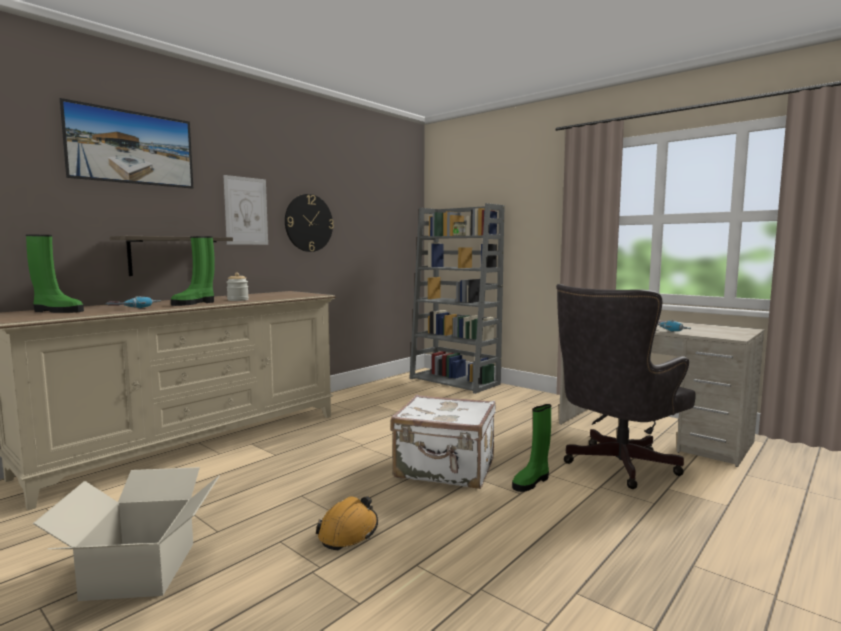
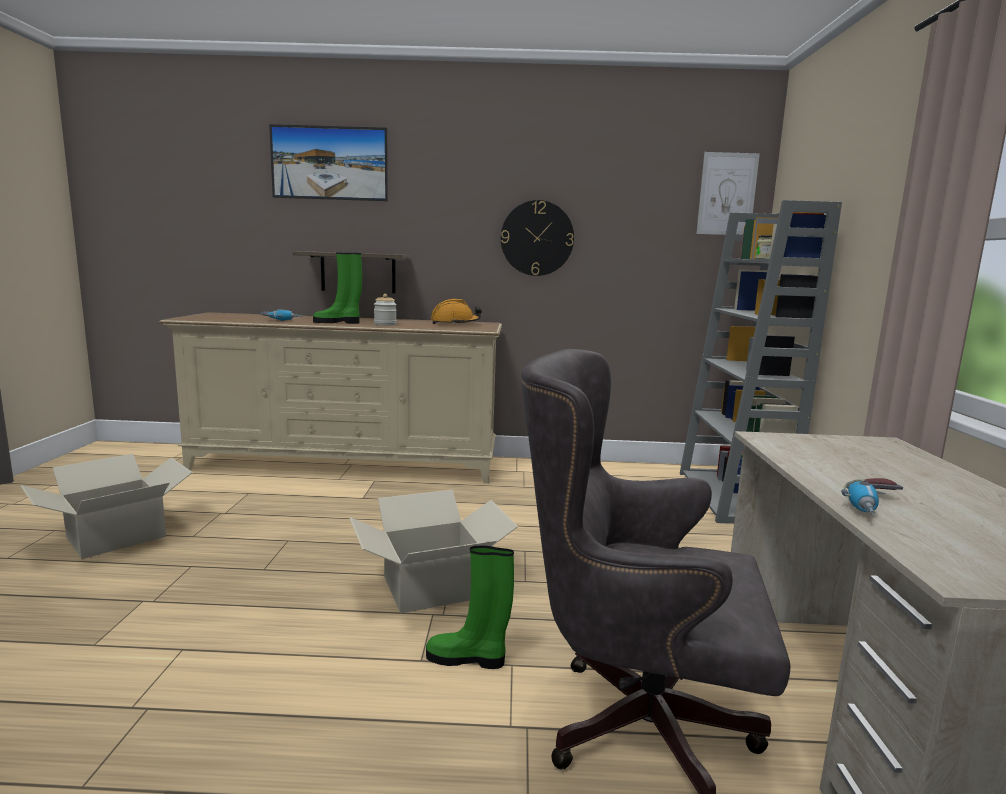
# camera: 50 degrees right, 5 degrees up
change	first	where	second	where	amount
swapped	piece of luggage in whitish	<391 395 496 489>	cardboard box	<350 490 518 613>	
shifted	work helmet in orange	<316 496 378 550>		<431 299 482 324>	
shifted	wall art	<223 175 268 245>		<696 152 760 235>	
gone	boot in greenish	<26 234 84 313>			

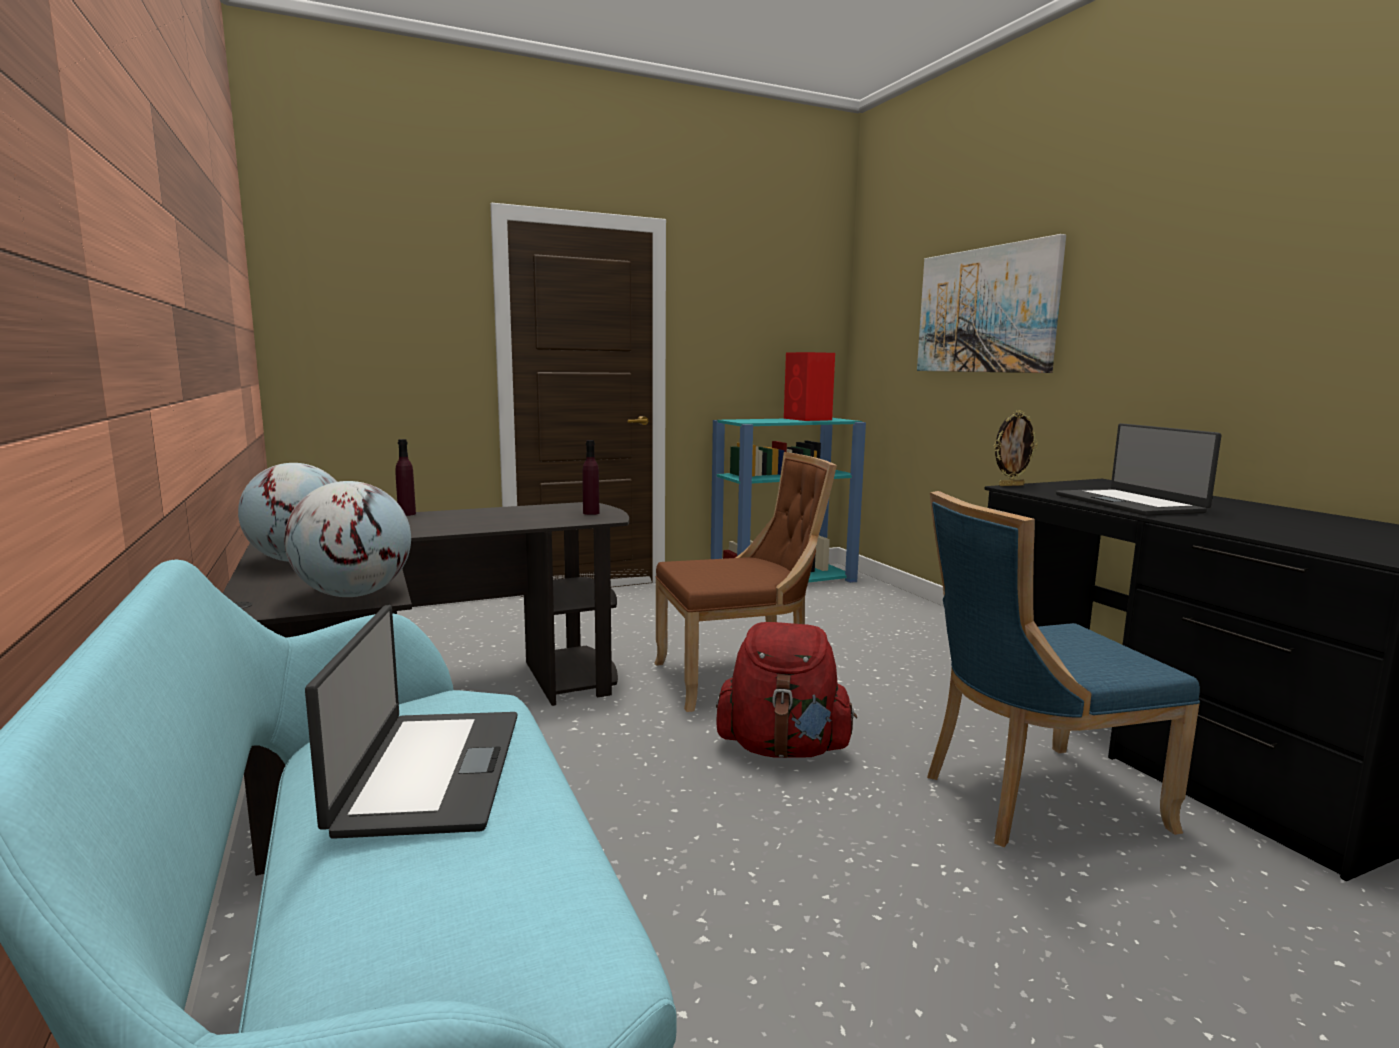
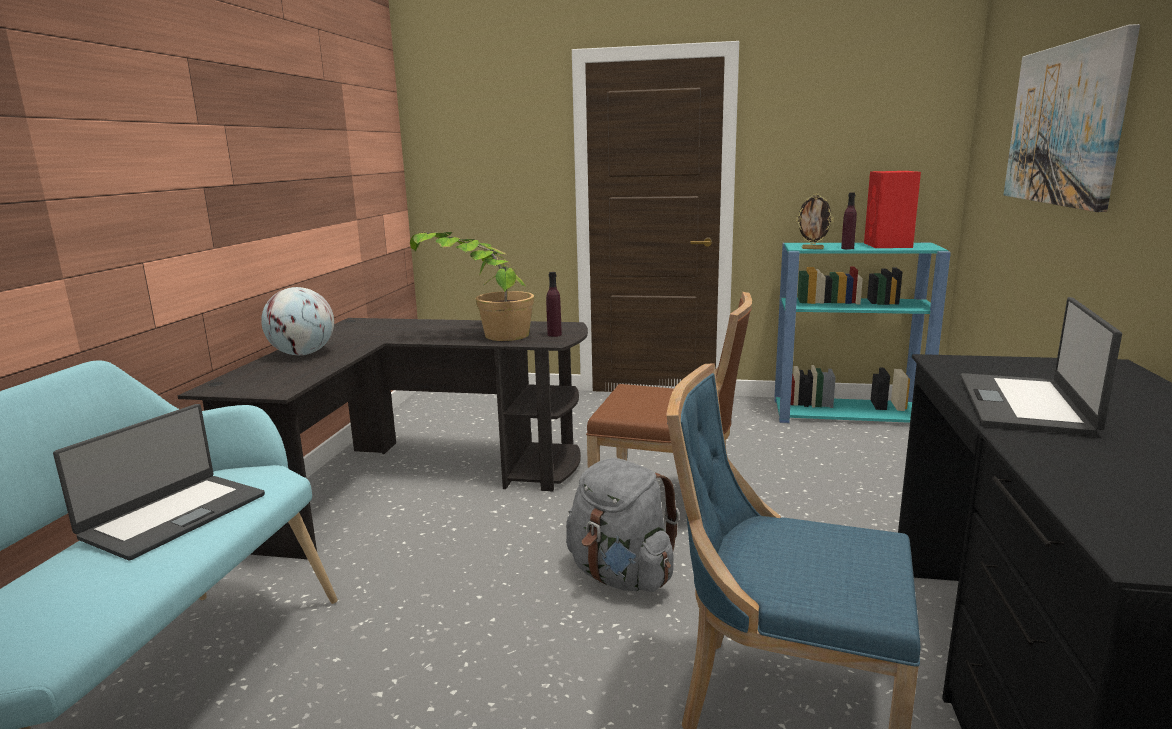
# camera: 35 degrees right, 5 degrees up
change	first	where	second	where	amount
new			houseplant	<410 232 534 341>	
repainted	backpack in red	<716 622 857 758>	backpack in greyish	<566 458 680 592>	
shifted	picture frame	<994 410 1038 486>		<796 193 834 249>	
shifted	beverage bottle in purple-coloured	<395 439 416 516>		<841 192 857 249>	
gone	globe	<284 481 411 597>			

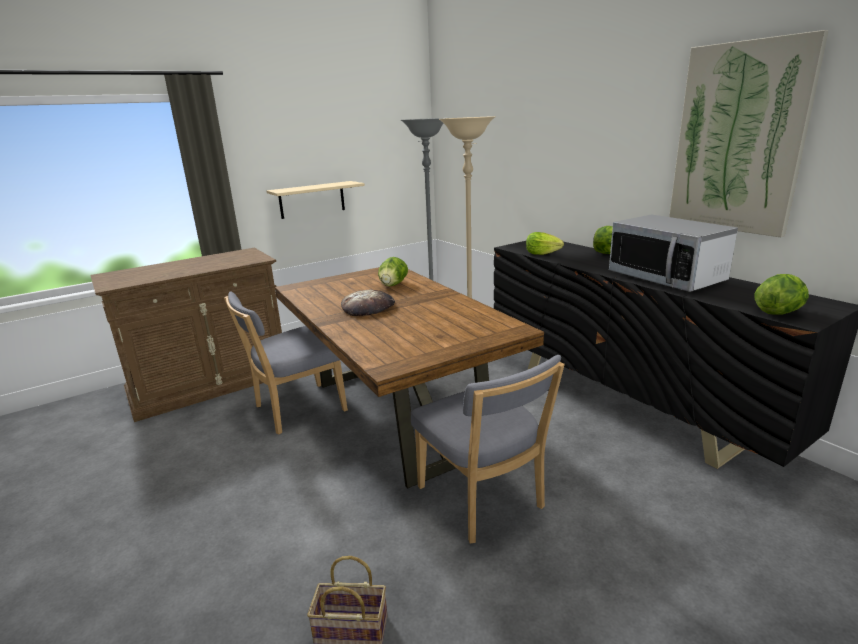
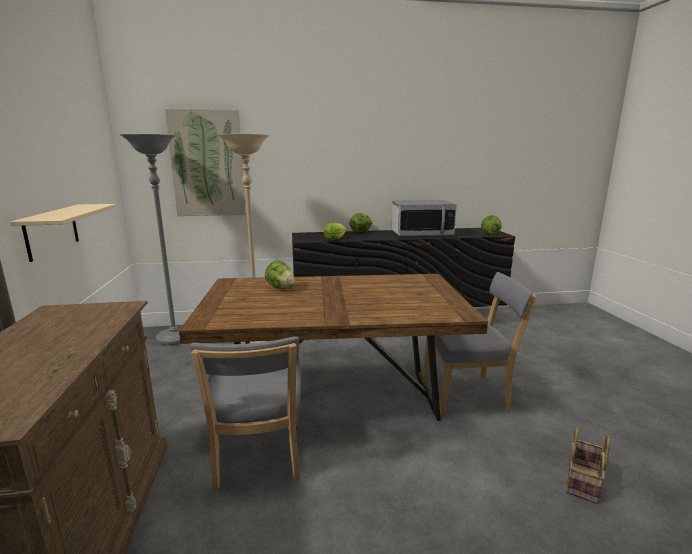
# camera: 65 degrees left, 5 degrees down
change	first	where	second	where	amount
shifted	wall art	<669 30 829 237>		<164 108 246 216>	
gone	bakery bread	<341 290 395 316>			

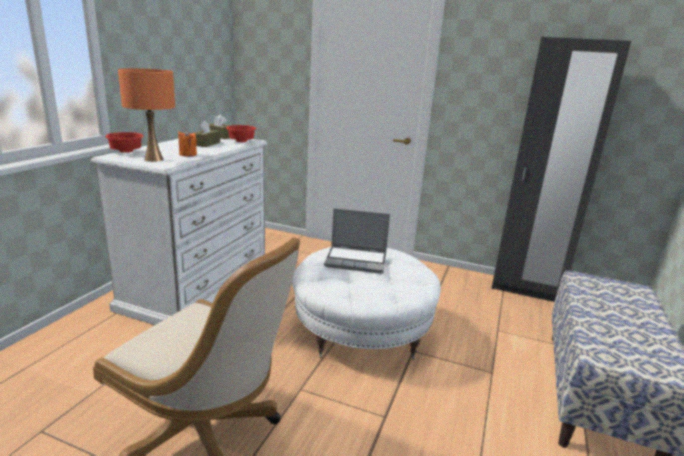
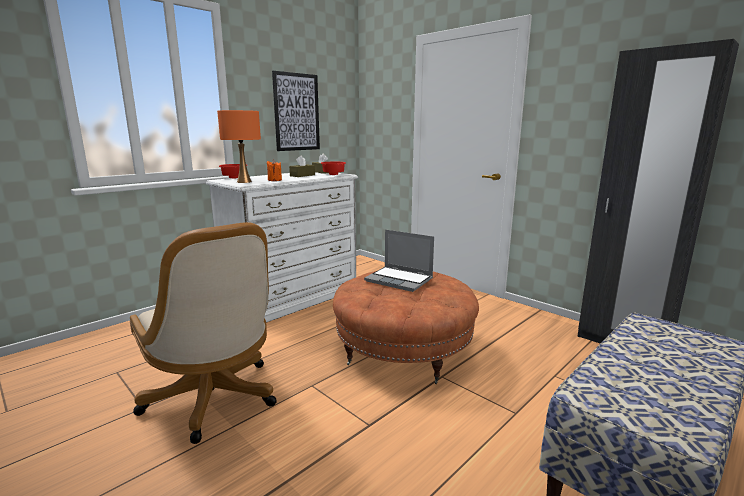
# camera: 25 degrees right, 5 degrees down
change	first	where	second	where	amount
new			wall art	<272 71 320 151>	
repainted	footrest in whitish	<292 247 441 360>	footrest in brownish	<333 271 479 384>	

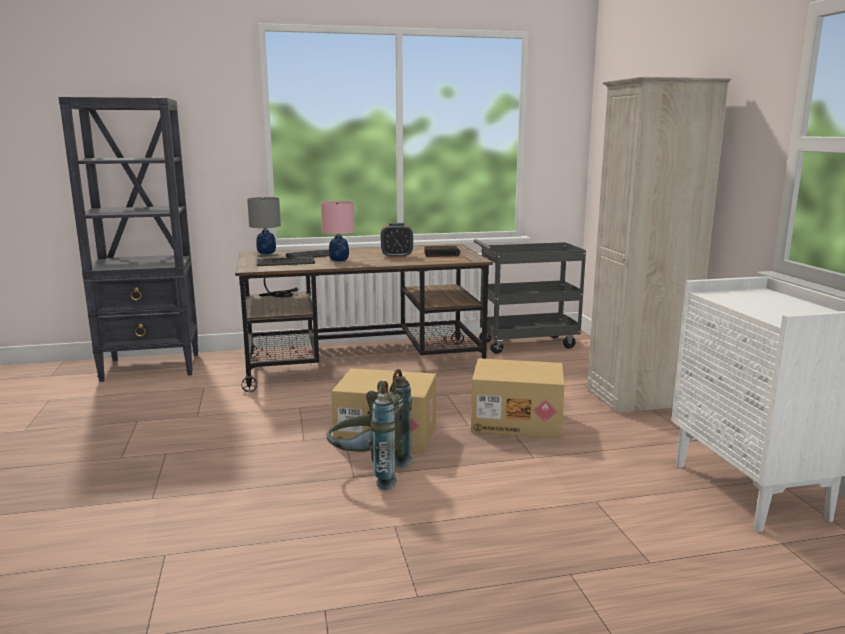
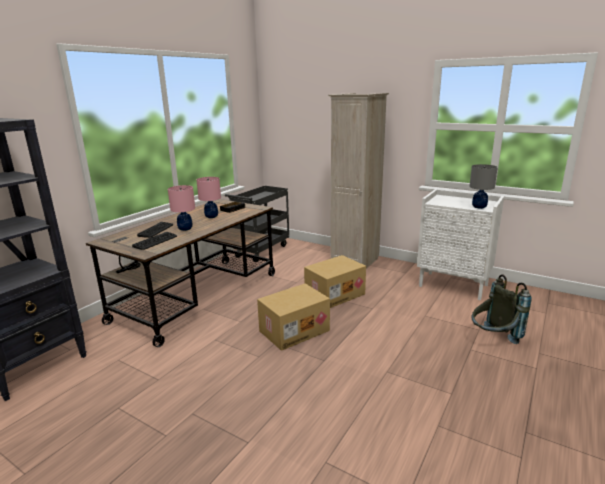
# camera: 45 degrees left, 5 degrees up
change	first	where	second	where	amount
swapped	bedside clock	<381 223 413 258>	tabletop lamp in pink	<197 177 221 218>	
shifted	tabletop lamp in greyish	<247 197 281 254>		<469 164 498 209>	
shifted	backpack in greyish	<326 369 412 490>		<472 275 532 344>	

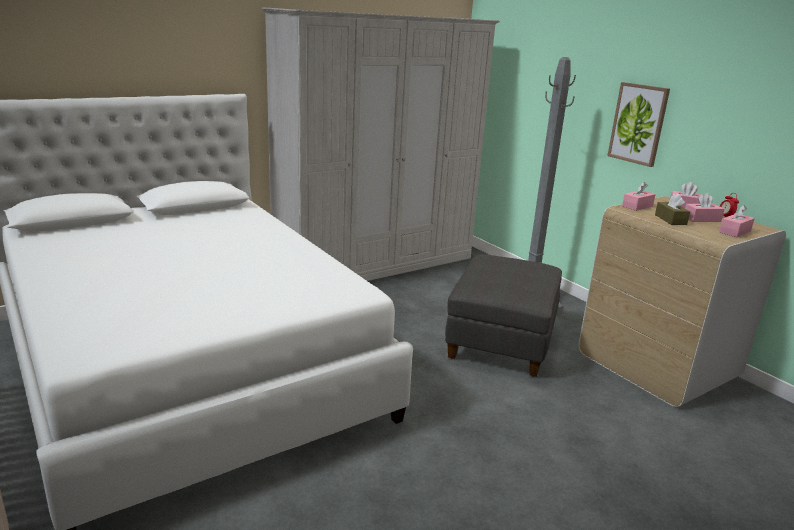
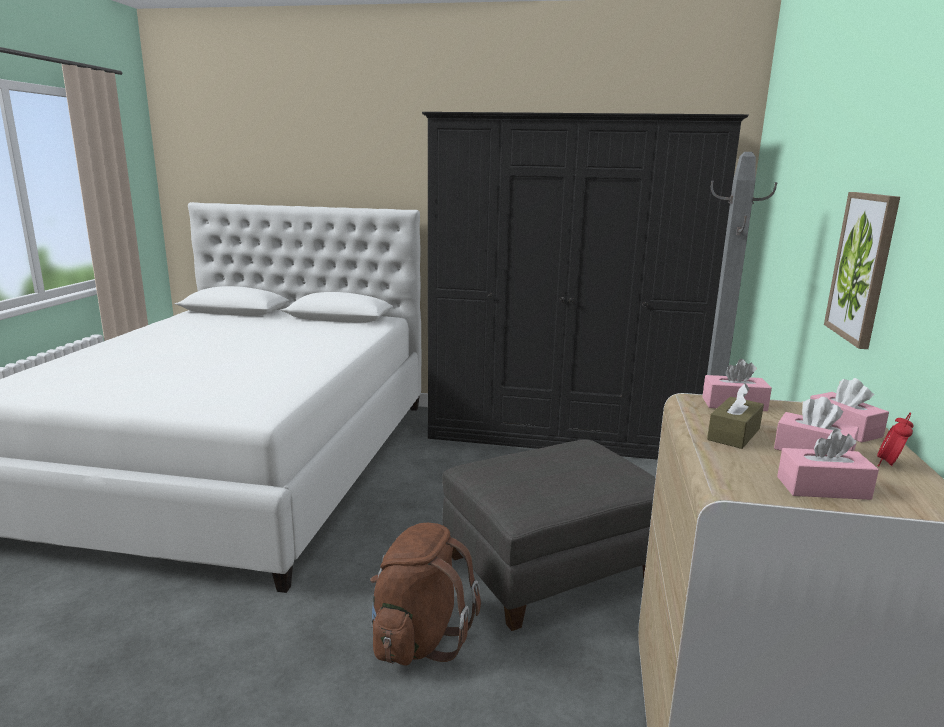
# camera: 45 degrees right, 5 degrees down
change	first	where	second	where	amount
new			backpack in brownish	<370 523 481 666>	
repainted	wardrobe in whitish	<261 7 500 281>	wardrobe in black-coloured	<422 112 749 460>	

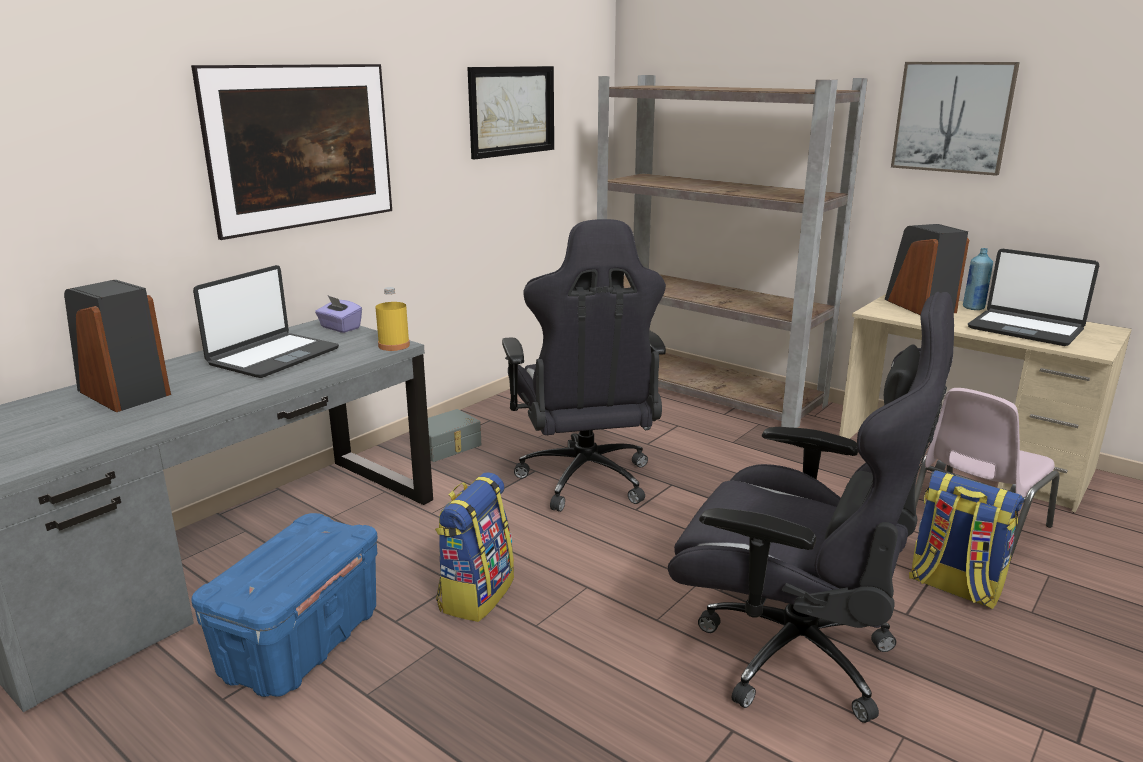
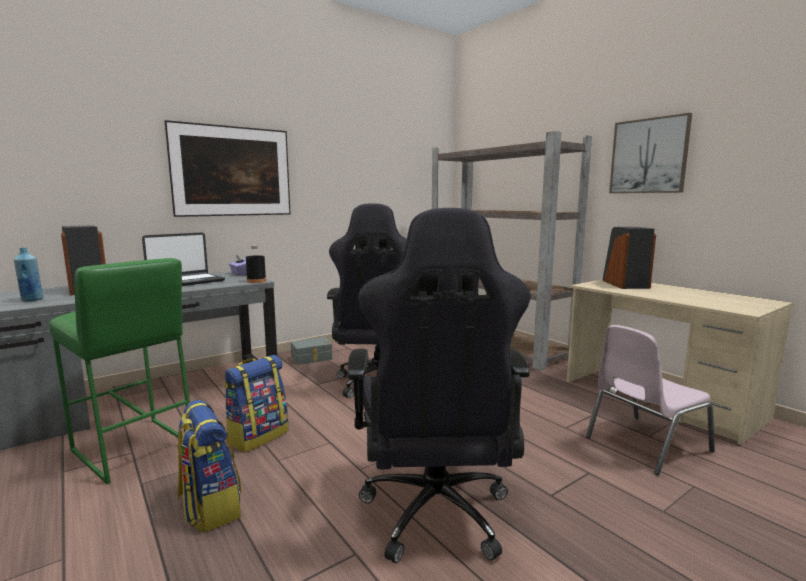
# camera: 15 degrees right, 10 degrees down
change	first	where	second	where	amount
shifted	beverage bottle in blue	<963 248 993 310>		<14 248 44 302>	
swapped	storage container in blue	<191 513 378 697>	sitting stool in greenish	<49 258 190 484>	
shifted	backpack	<909 470 1024 609>		<178 400 242 532>	
repainted	beverage bottle in yellow	<375 287 410 351>	beverage bottle in black-coloured	<246 245 266 283>	
rotated	desk chair in black-coloured	<668 292 954 723>		<348 208 531 563>	45 degrees clockwise
gone	wall art	<467 66 554 160>			
gone	portable computer	<968 249 1099 346>			

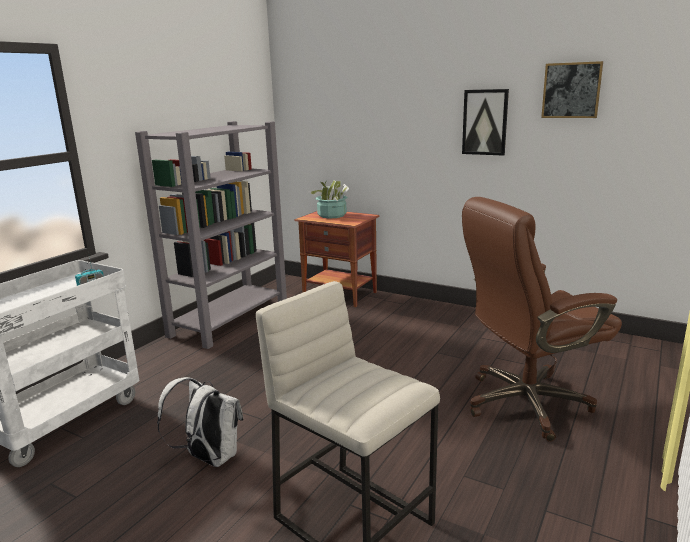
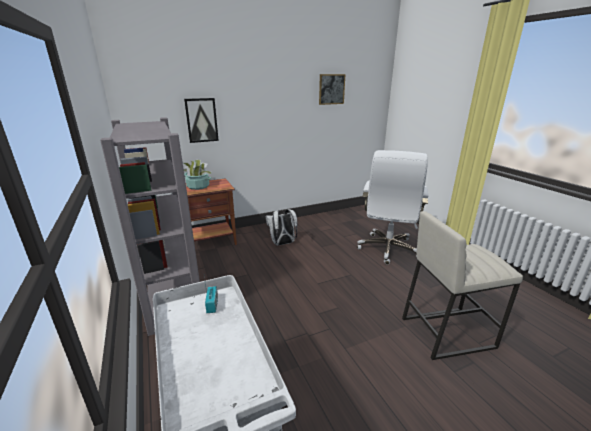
# camera: 55 degrees left, 5 degrees up
change	first	where	second	where	amount
shifted	wall art	<462 89 509 156>		<184 98 219 143>	
shifted	backpack in whitish	<157 377 243 467>		<266 209 298 246>	
repainted	desk chair in brownish	<462 197 622 442>	desk chair in whitish	<357 150 428 265>	

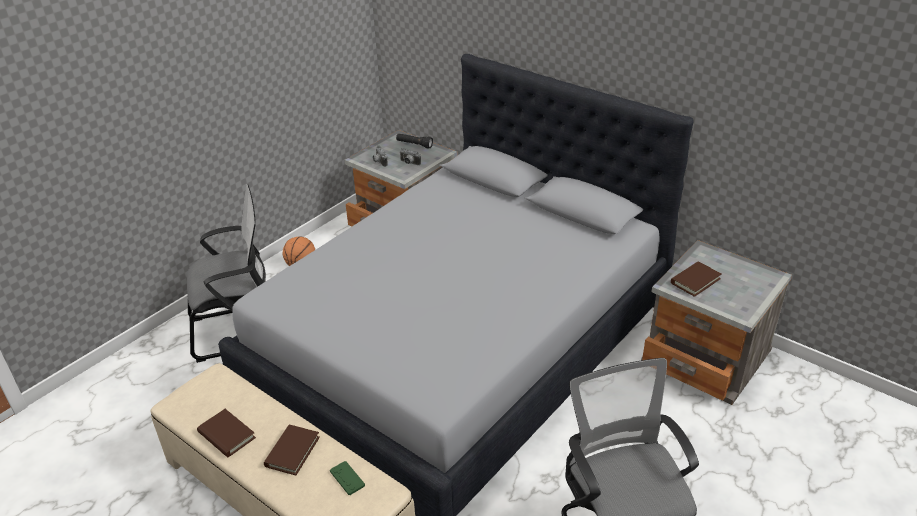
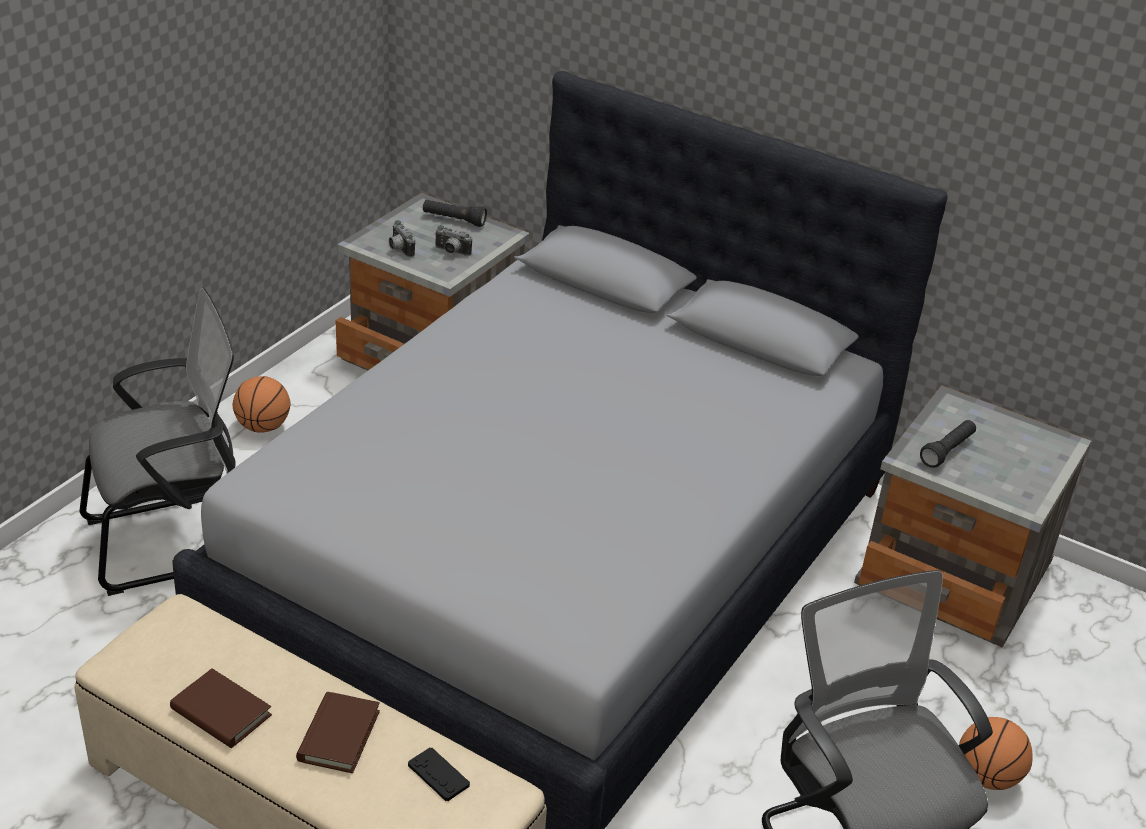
# camera: 10 degrees left, 0 degrees up
change	first	where	second	where	amount
repainted	joypad in greenish	<330 461 365 495>	joypad in black-coloured	<408 748 470 801>	
swapped	bound book in brownish	<671 261 721 297>	flashlight in black-coloured	<920 420 976 468>	
new			basketball ball	<959 717 1033 790>	

